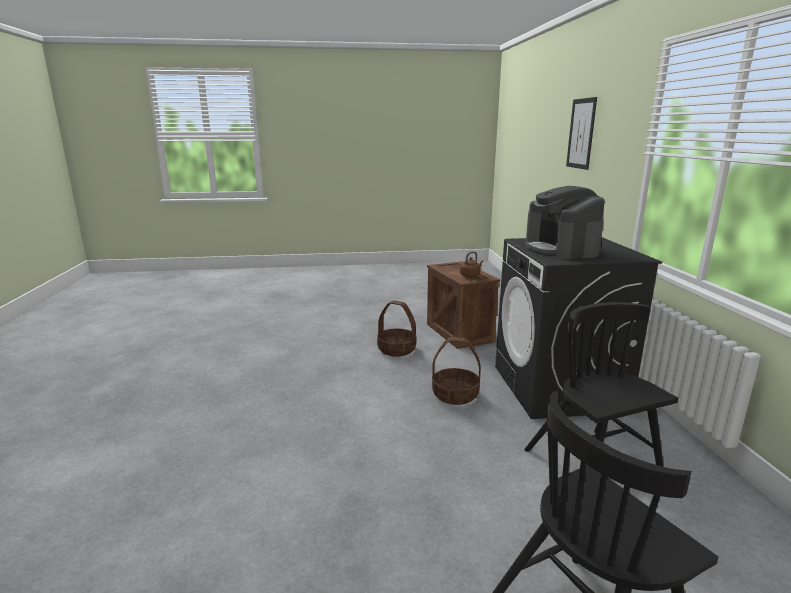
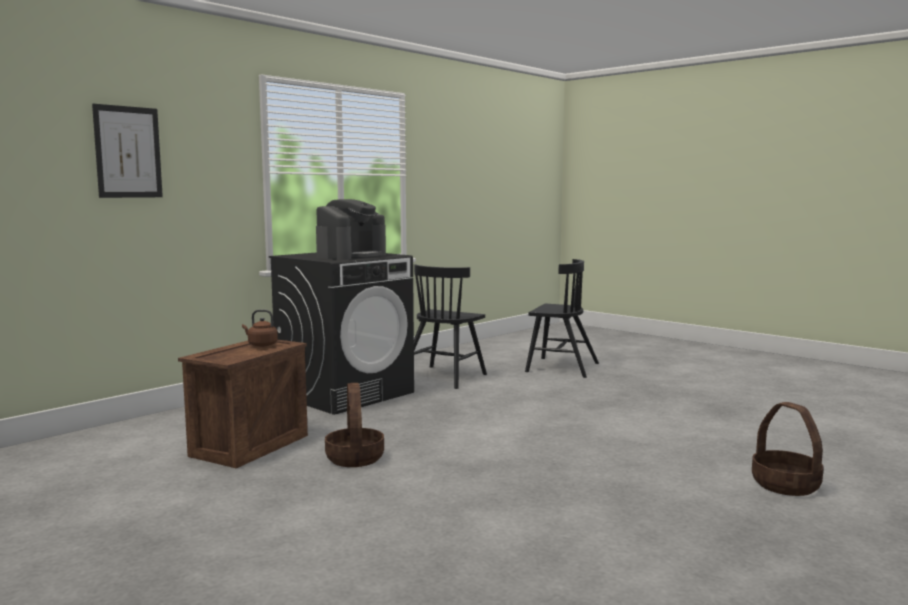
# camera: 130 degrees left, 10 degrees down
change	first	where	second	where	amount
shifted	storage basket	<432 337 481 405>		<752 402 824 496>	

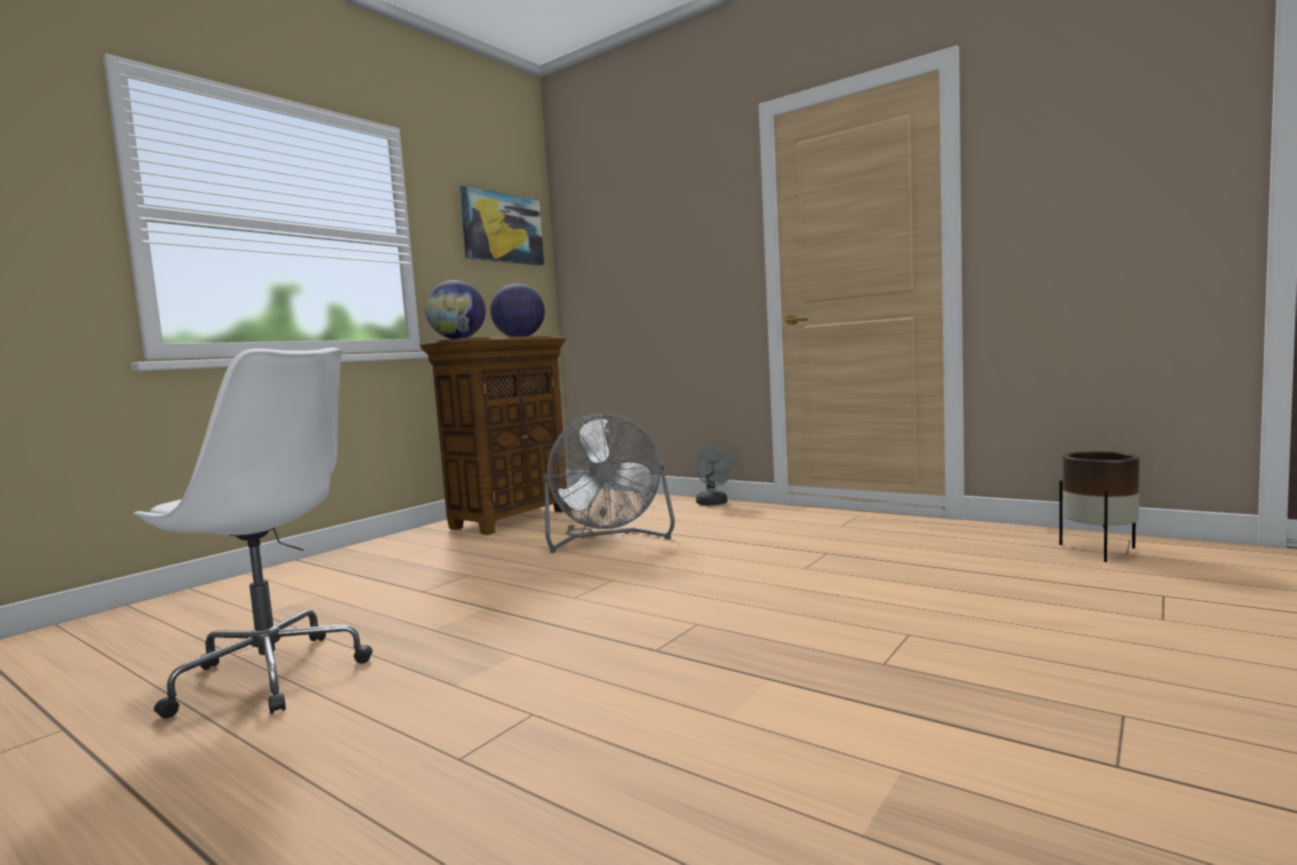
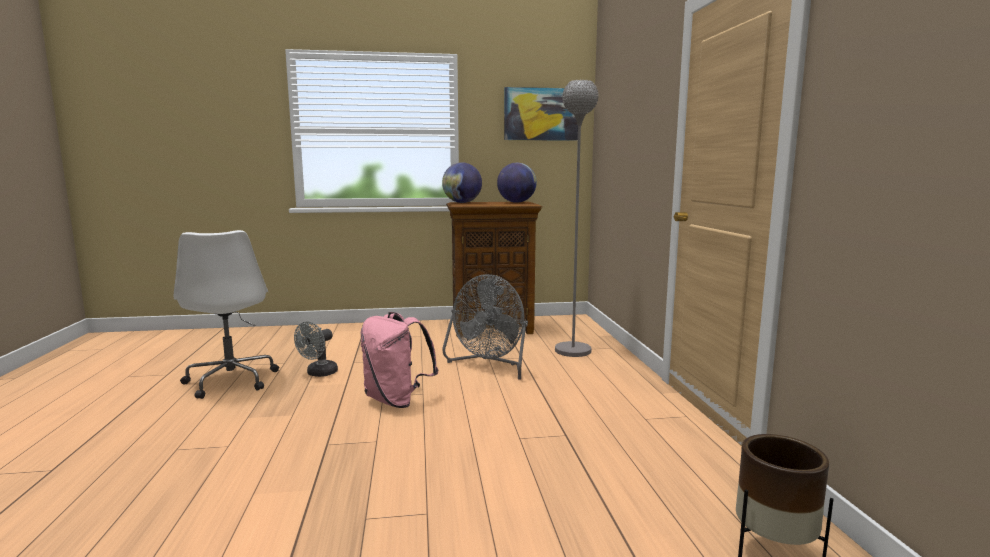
# camera: 45 degrees right, 5 degrees up
change	first	where	second	where	amount
shifted	fan in greyish	<695 444 735 506>		<294 322 338 377>	
new			backpack in pink	<360 312 438 408>	
new			standard lamp in greyish	<555 80 598 357>	

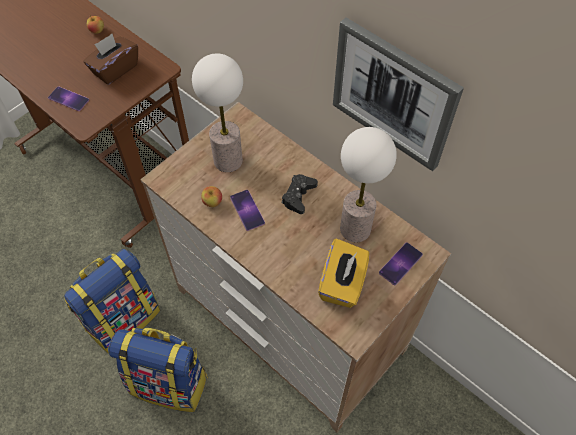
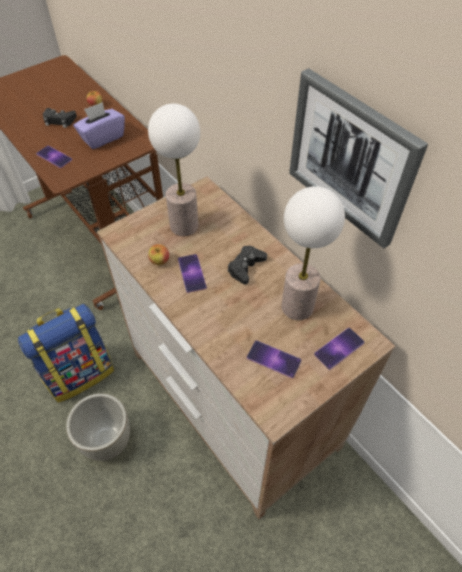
# camera: 10 degrees right, 5 degrees down
change	first	where	second	where	amount
new			joypad in black-coloured	<43 108 77 128>	
swapped	backpack	<108 328 208 412>	flower pot in greyish	<66 393 130 461>	
repainted	tissue holder in brownish	<83 34 138 85>	tissue holder in purple-coloured	<73 102 125 149>	
swapped	tissue holder in yellow	<318 238 369 308>	telephone	<247 340 301 378>	

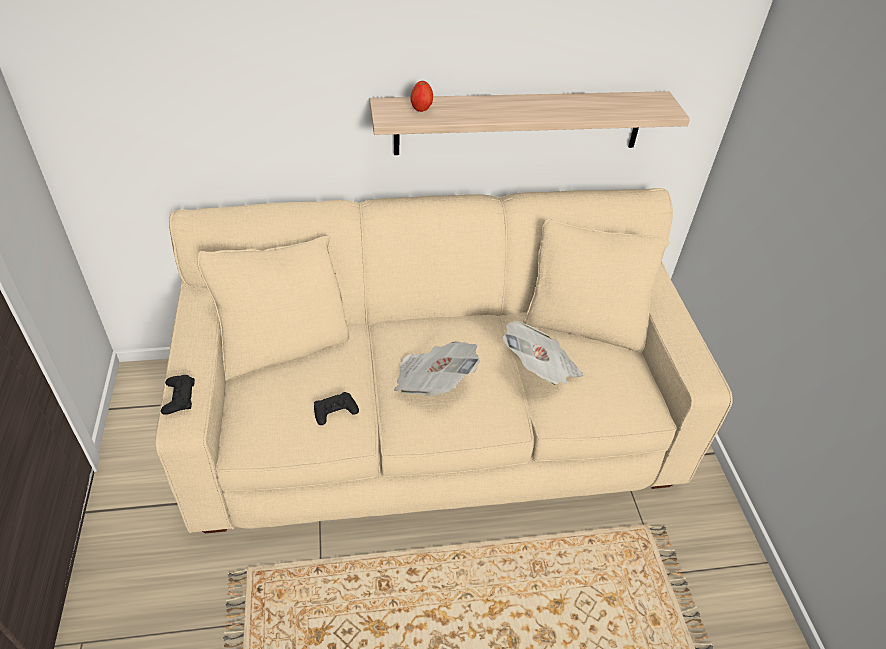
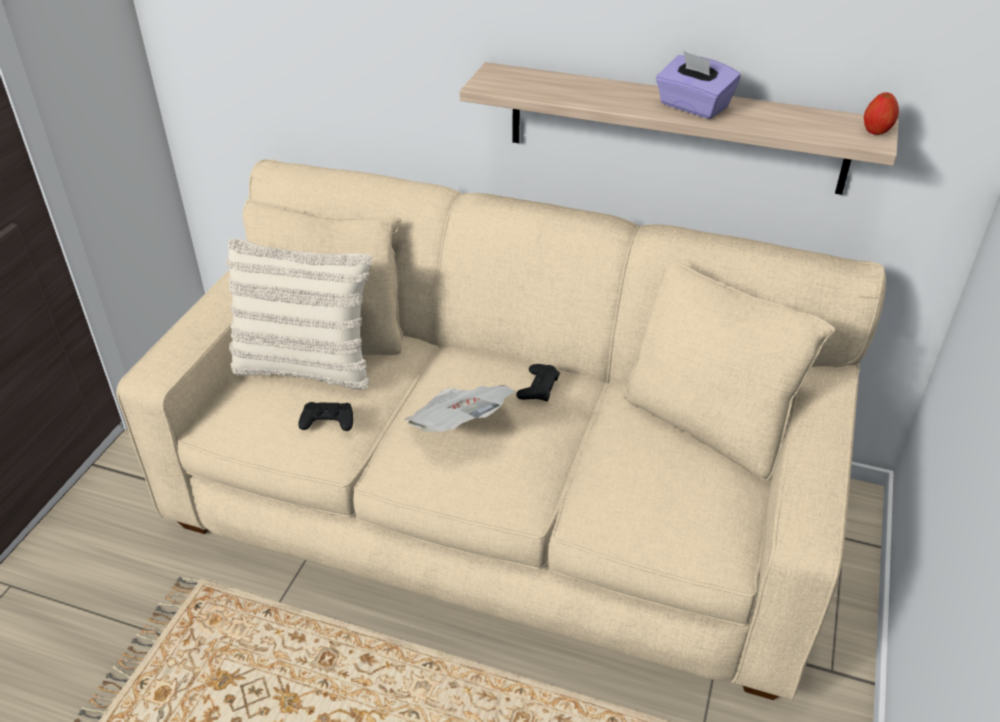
# camera: 30 degrees right, 5 degrees down
change	first	where	second	where	amount
new			pillow in beige-coloured	<226 239 372 390>	
shifted	joypad in black-coloured	<161 375 195 415>		<516 364 560 402>	
new			tissue holder in purple-coloured	<656 51 740 119>	
shifted	apple	<410 81 433 112>		<864 93 899 135>	
gone	daily paper	<502 321 583 385>			

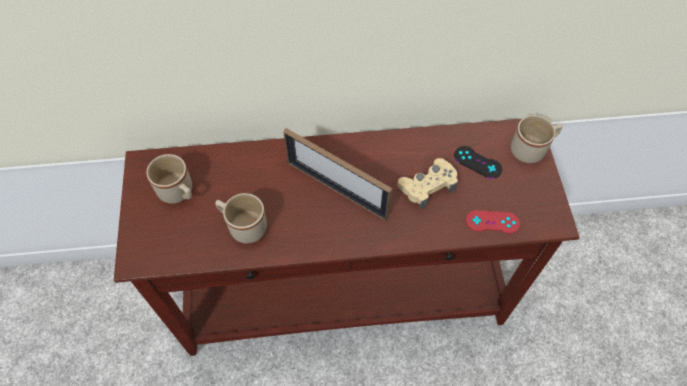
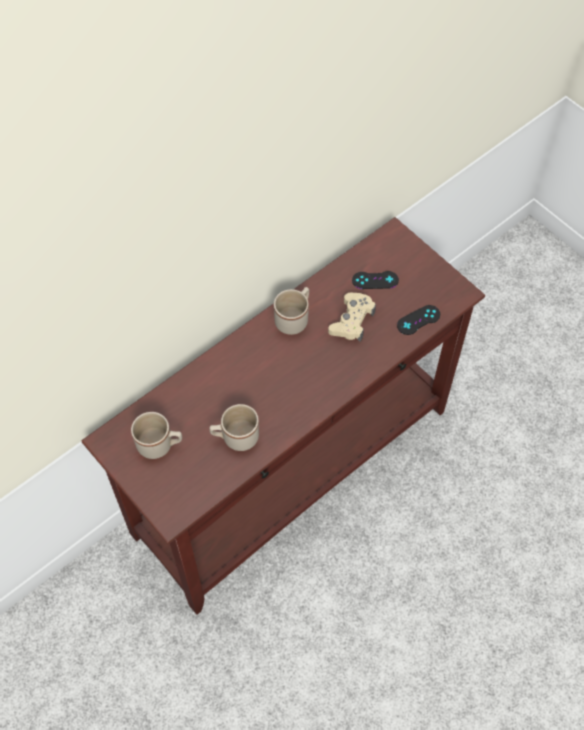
# camera: 35 degrees left, 0 degrees up
change	first	where	second	where	amount
shifted	mug in beige-coloured	<511 115 562 163>		<274 287 309 335>	
repainted	joypad in red	<466 210 520 234>	joypad in black-coloured	<397 305 440 335>	
gone	picture frame	<283 128 393 221>			

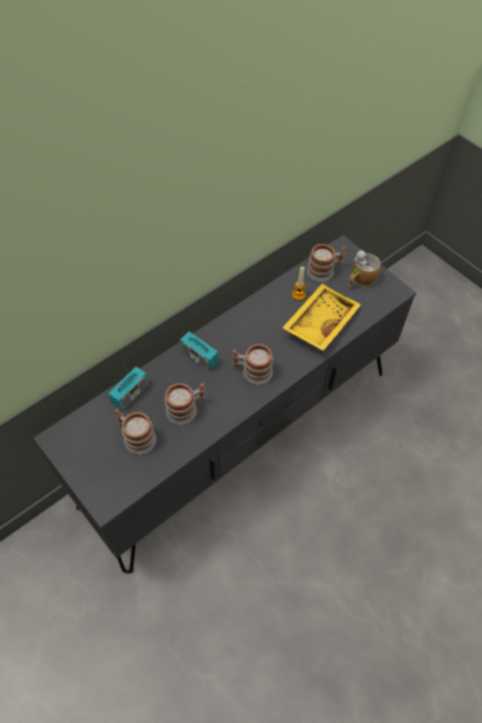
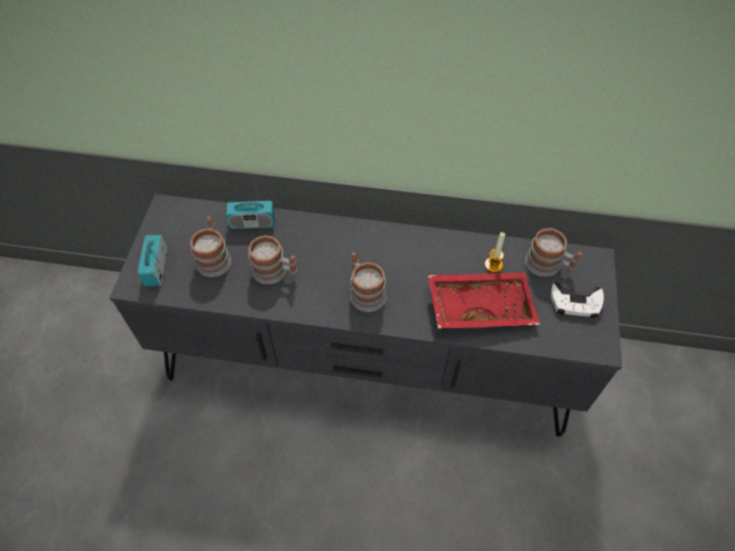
# camera: 50 degrees right, 0 degrees up
change	first	where	second	where	amount
shifted	radio receiver	<180 322 218 371>		<138 233 167 286>	
repainted	serving tray in yellow	<282 284 361 351>	serving tray in red	<428 272 540 329>	
swapped	mug	<349 250 381 287>	joypad in whitish	<551 282 604 318>	

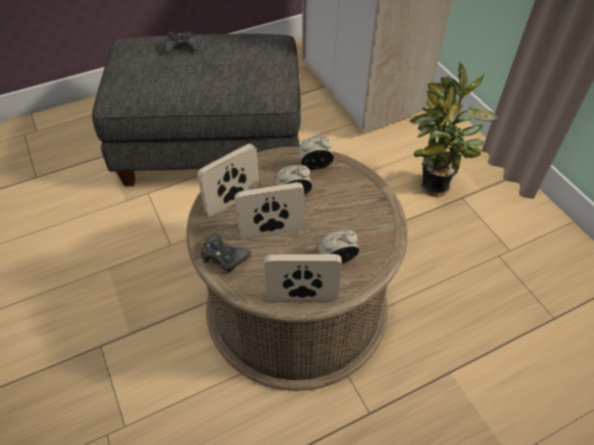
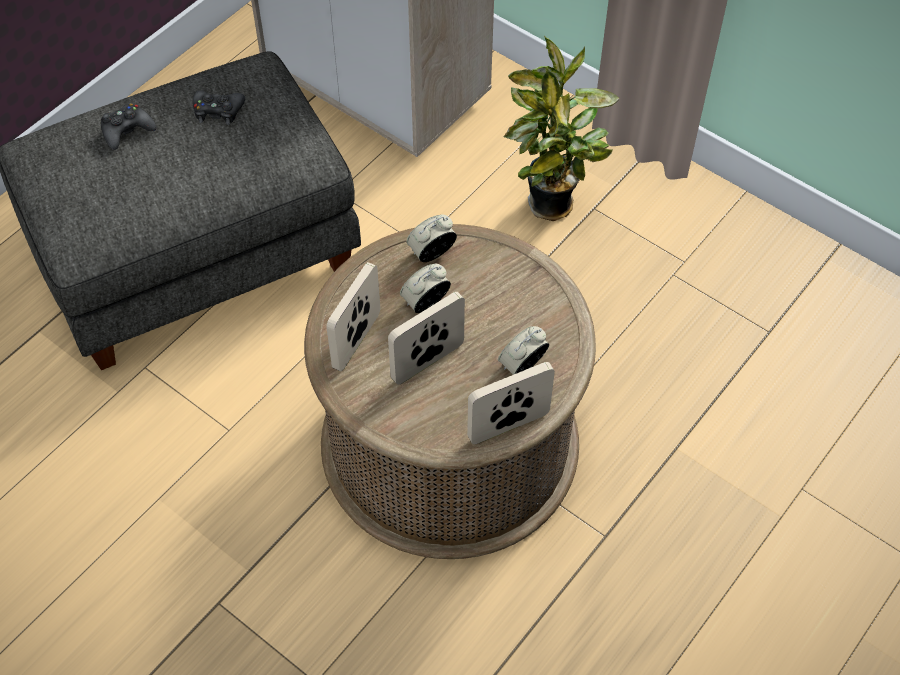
# camera: 25 degrees left, 5 degrees up
change	first	where	second	where	amount
shifted	joypad in black-coloured	<201 233 251 274>		<193 90 245 125>	

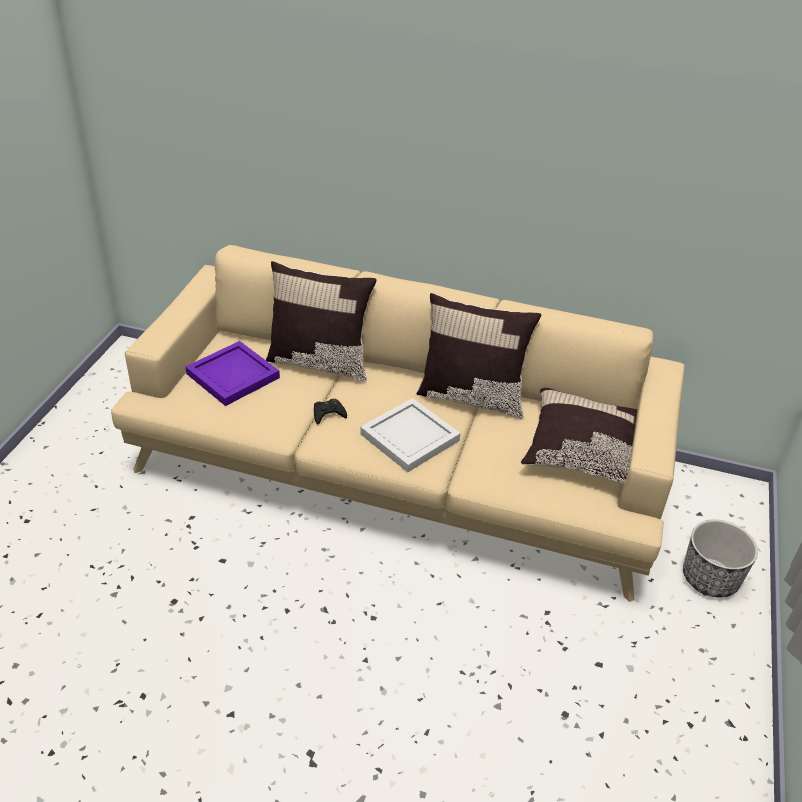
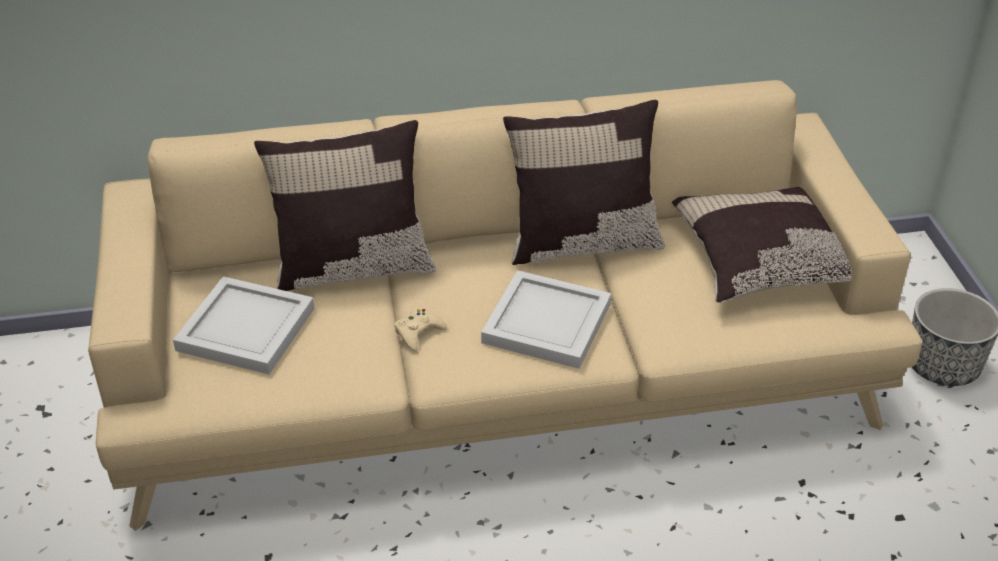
# camera: 25 degrees left, 0 degrees up
change	first	where	second	where	amount
repainted	serving tray in purple-coloured	<185 341 280 406>	serving tray in whitish	<173 276 315 374>	
repainted	joypad in black-coloured	<314 399 347 424>	joypad in beige-coloured	<395 308 447 351>	

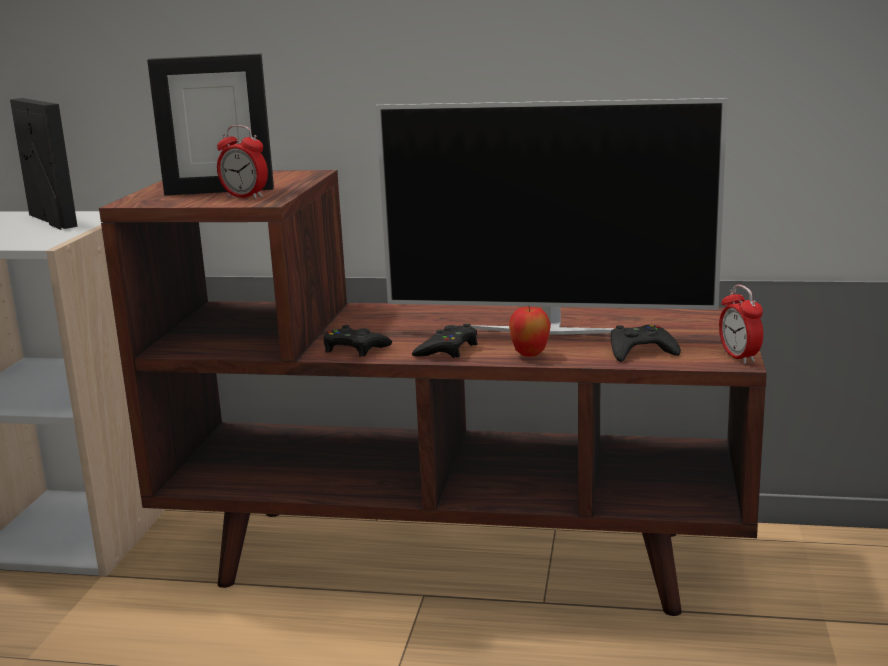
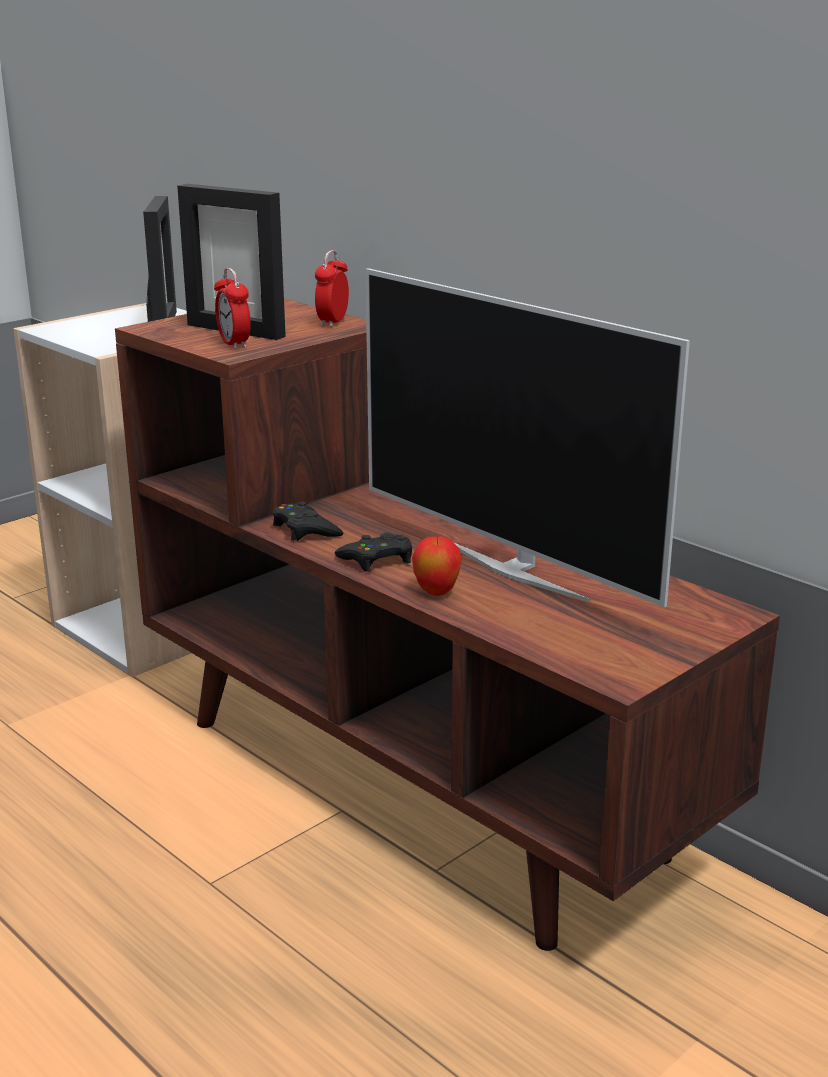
# camera: 35 degrees right, 5 degrees up
change	first	where	second	where	amount
shifted	bedside clock	<719 284 763 364>		<315 250 349 327>	
gone	joypad in black-coloured	<611 325 681 362>			

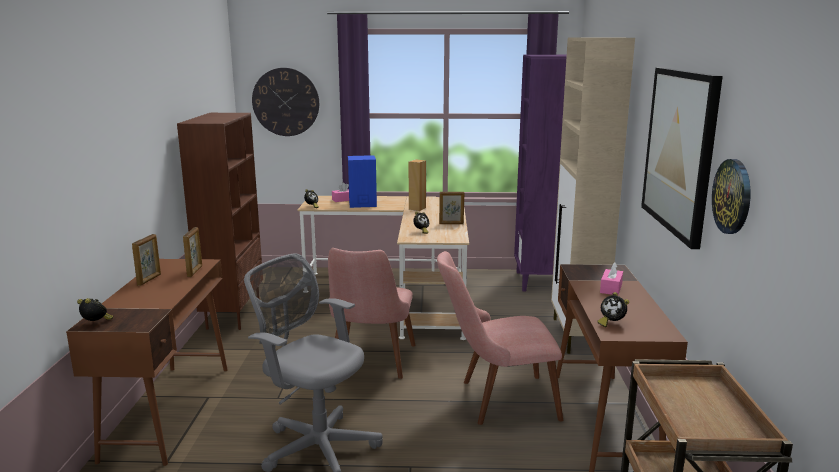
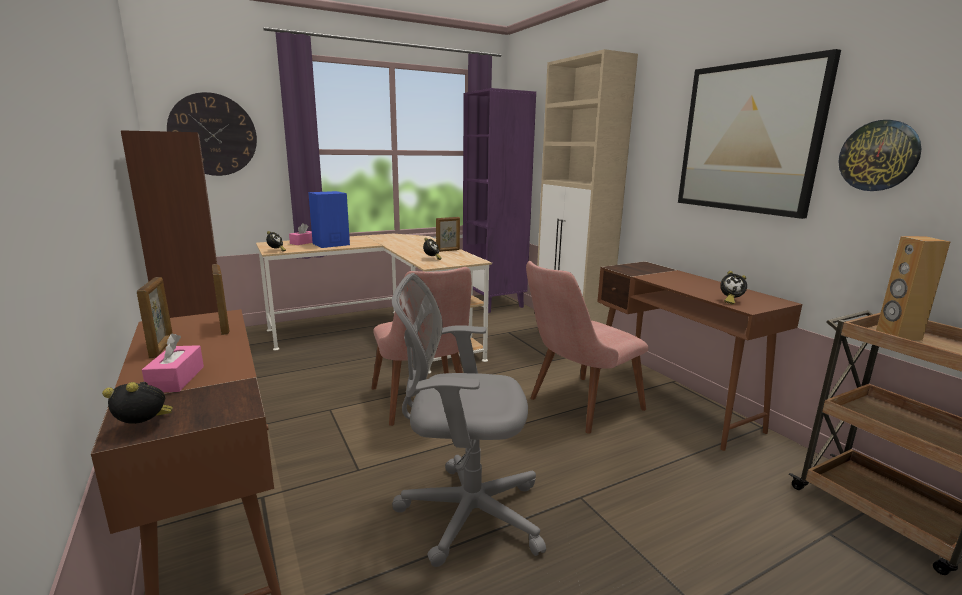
# camera: 30 degrees left, 0 degrees up
change	first	where	second	where	amount
shifted	tissue holder in pink	<600 262 623 295>		<142 334 204 392>	
shifted	speaker in brownish	<409 159 426 211>		<876 236 951 341>	

